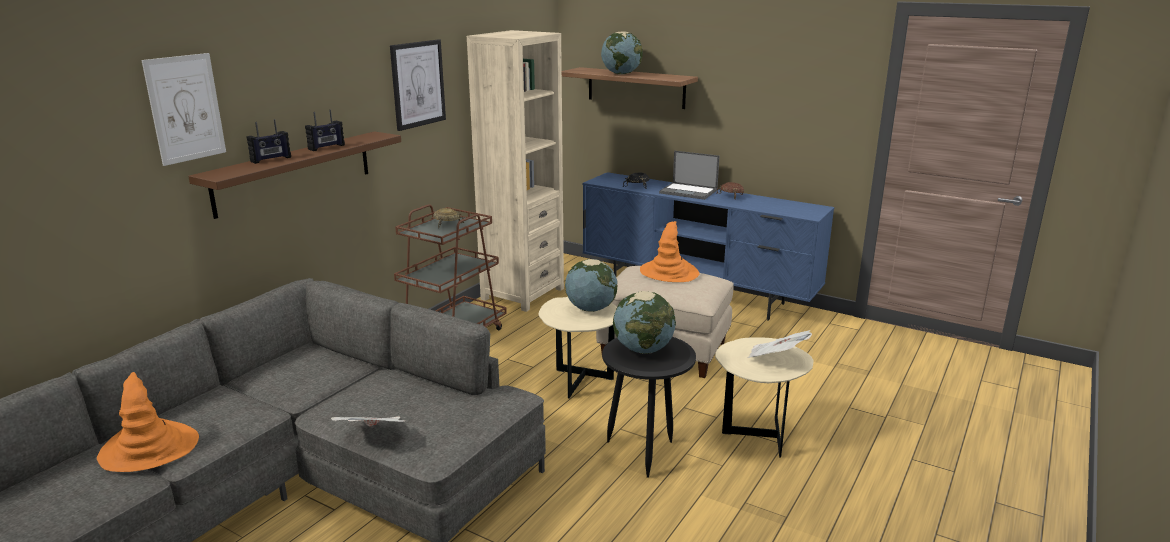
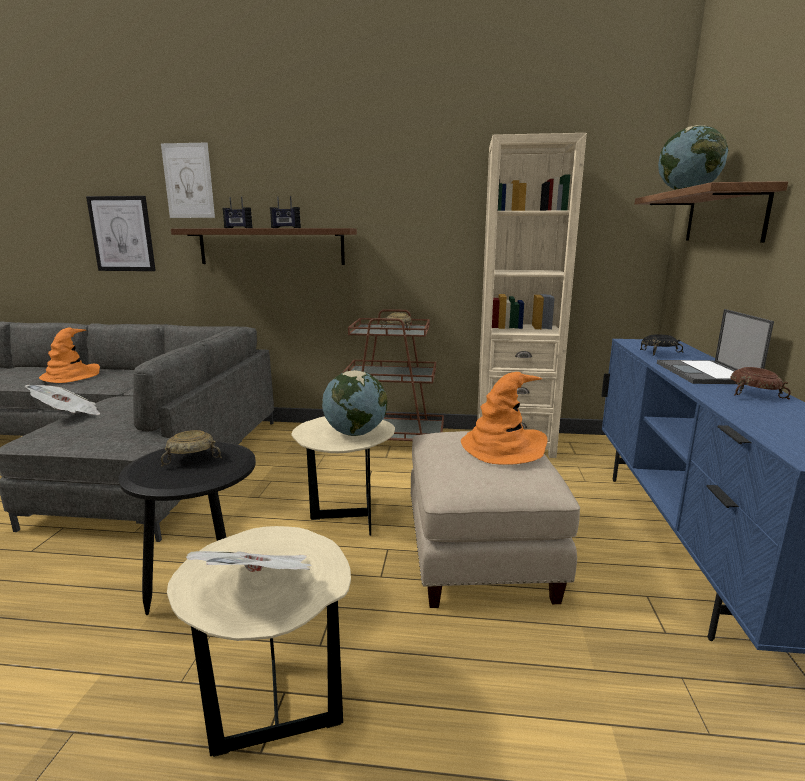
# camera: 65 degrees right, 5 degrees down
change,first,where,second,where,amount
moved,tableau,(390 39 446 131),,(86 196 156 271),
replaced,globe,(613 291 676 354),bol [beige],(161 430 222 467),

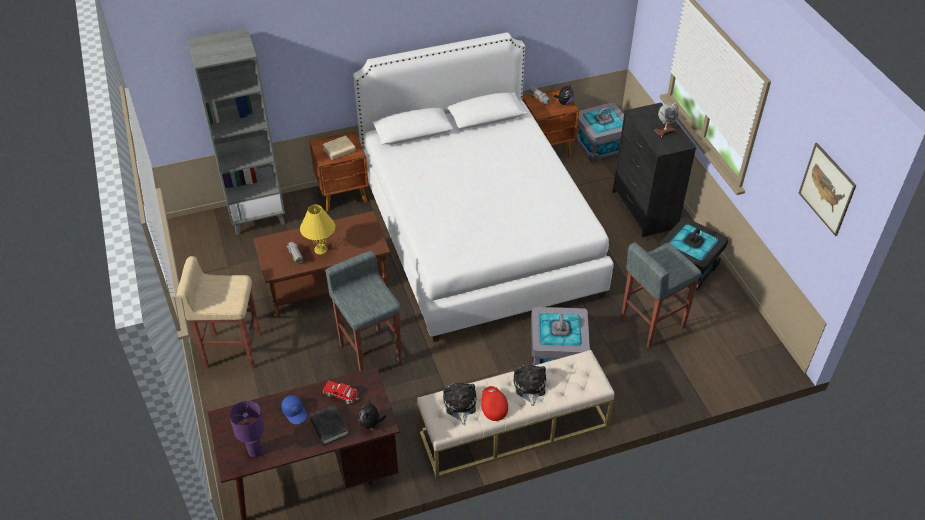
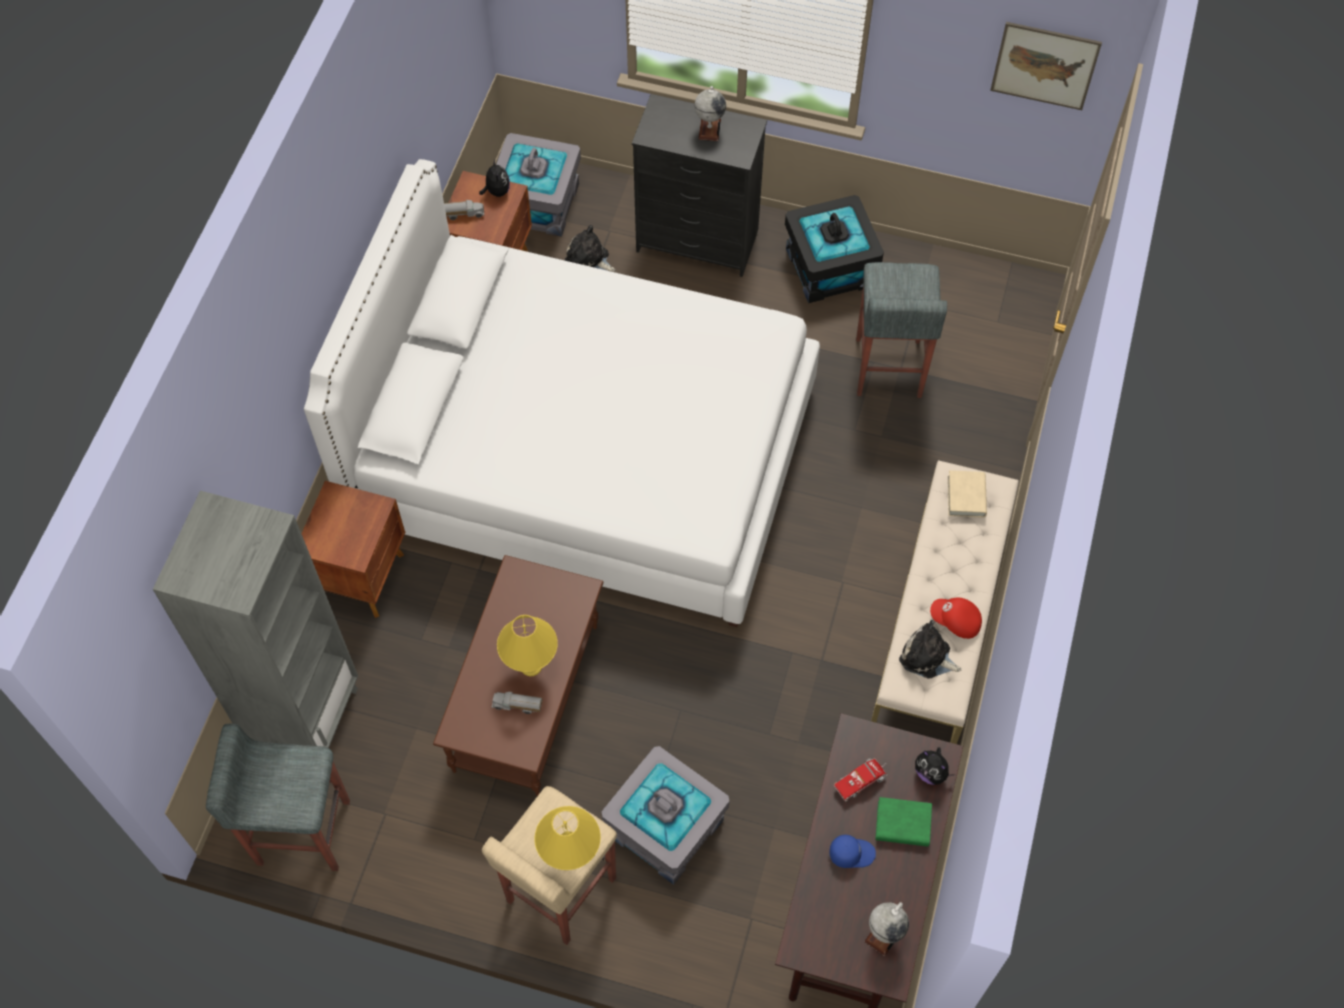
# camera: 55 degrees left, 15 degrees up
change,first,where,second,where,amount
added,,,lampe de table [jaune],(535 806 601 870),
moved,livre [beige],(323 135 356 160),,(948 470 987 518),
moved,tabouret [gris],(325 251 401 371),,(206 724 350 871),
moved,peluche,(514 364 546 406),,(565 225 615 272),
moved,boîte de rangement [gris],(531 307 590 365),,(602 746 729 885),
replaced,lampe de table [violet],(229 401 265 457),globe,(864 902 909 956),
recoloured,livre [noir],(309 404 349 445),livre [vert],(875 797 932 847),

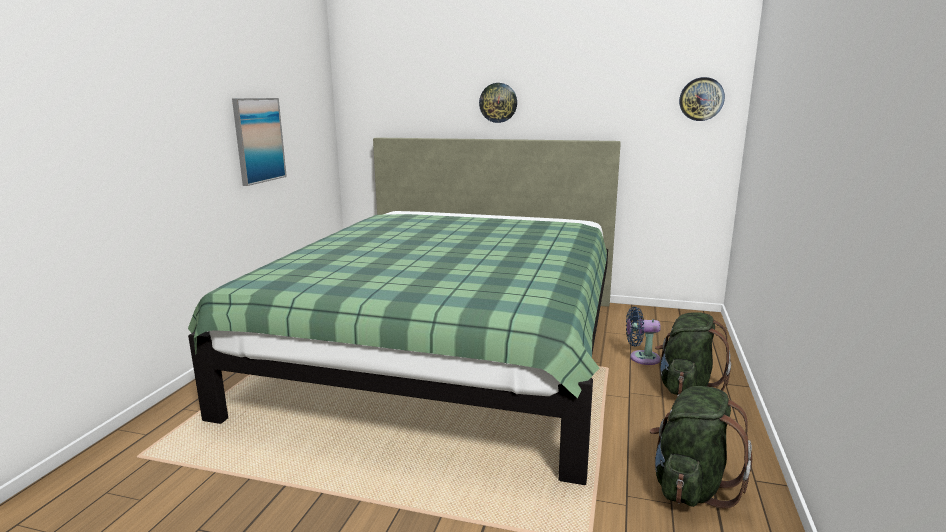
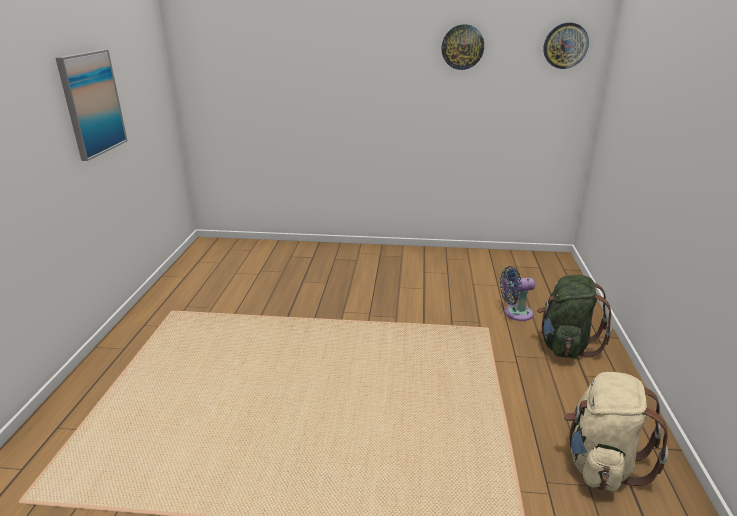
# camera: 10 degrees left, 10 degrees up
change,first,where,second,where,amount
removed,lit [vert],(188 137 621 485),,,
moved,horloge murale,(479 83 517 123),,(441 24 484 70),
recoloured,sac à dos [vert],(650 386 752 509),sac à dos [beige],(564 372 668 491),

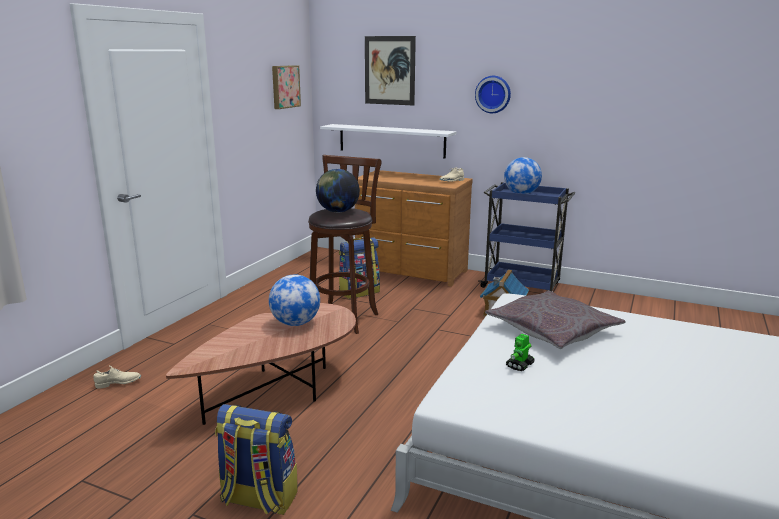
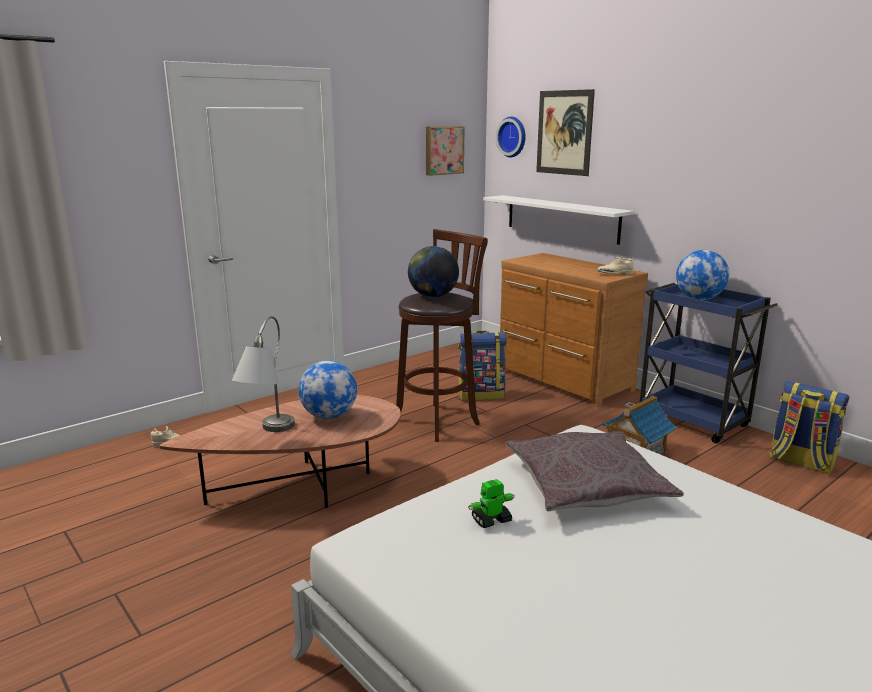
# camera: 25 degrees right, 0 degrees up
change,first,where,second,where,amount
added,,,lampe de table [gris],(232 316 295 432),
moved,sac à dos,(215 404 298 515),,(769 381 849 474),
moved,horloge murale,(475 76 511 113),,(496 117 526 157),

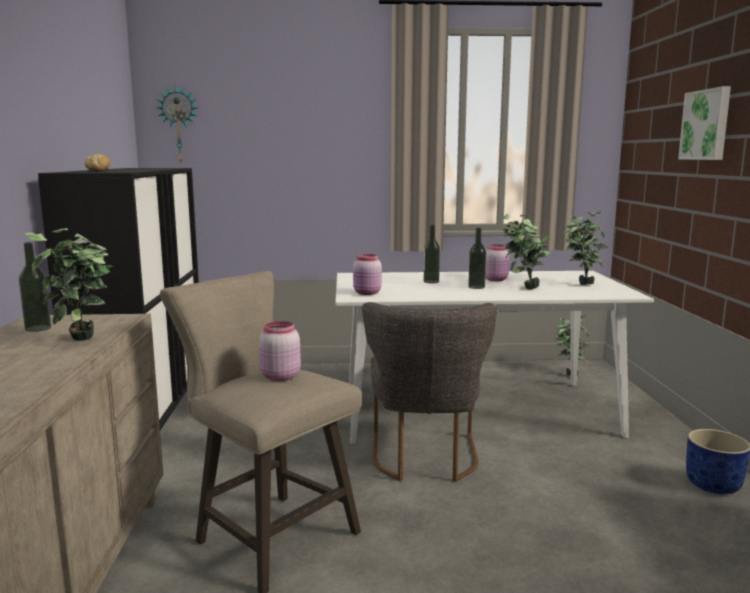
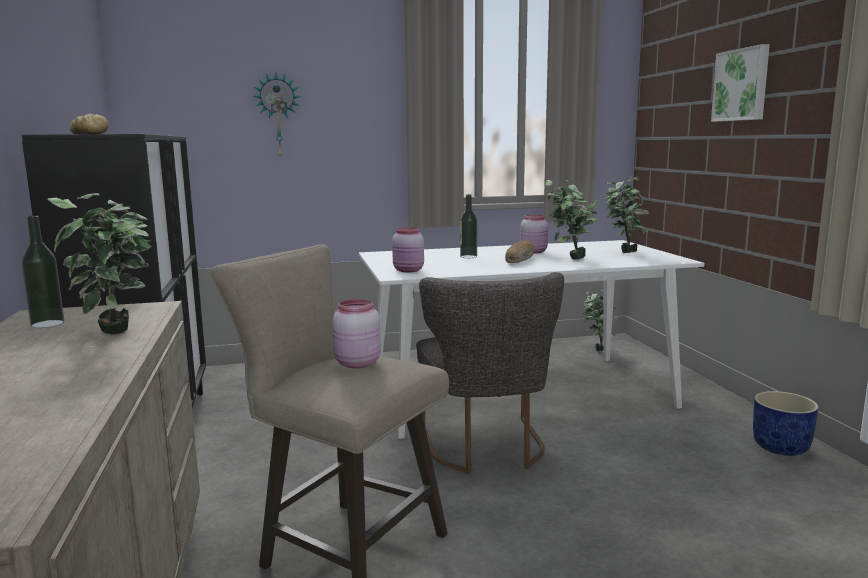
# camera: 10 degrees left, 0 degrees up
change,first,where,second,where,amount
moved,horloge murale,(156 86 198 163),,(253 73 301 159),
replaced,bouteille,(468 228 486 289),pain,(505 240 534 263),

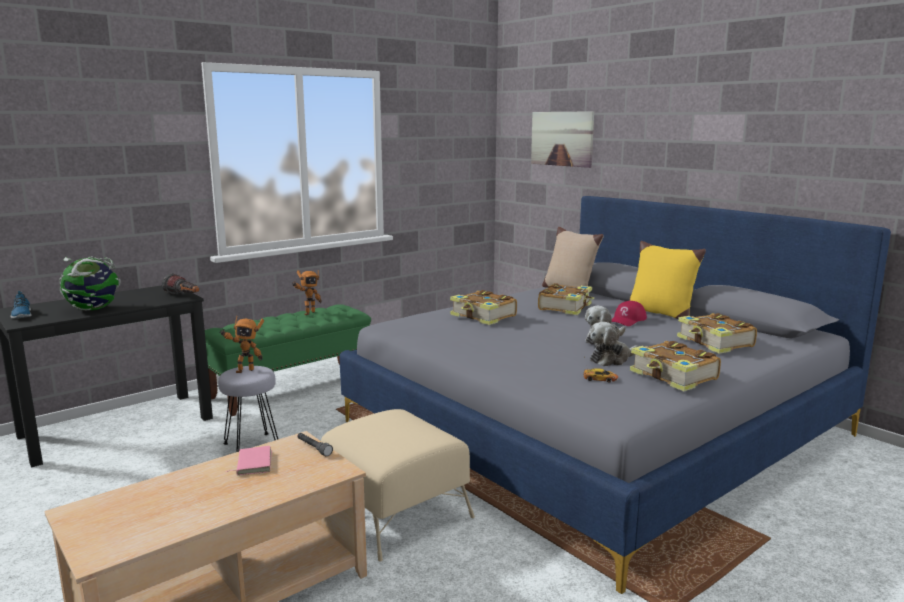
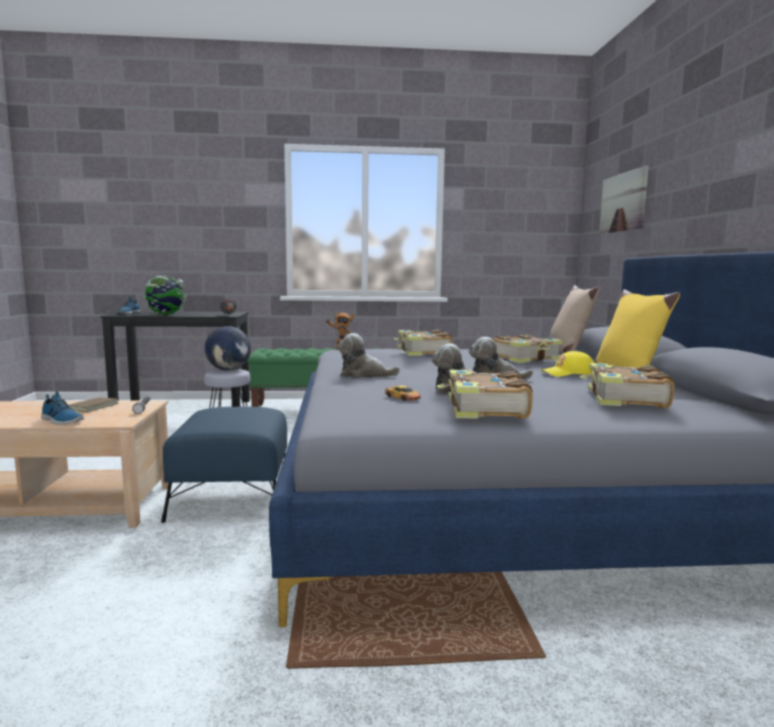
# camera: 35 degrees right, 5 degrees down
change,first,where,second,where,amount
added,,,chaussure,(41 391 84 425),
added,,,peluche,(338 333 400 378),
replaced,robot jouet,(219 316 264 373),globe,(205 326 251 371),
recoloured,livre [rose],(226 446 272 475),livre [marron],(69 397 118 412),
recoloured,pouf [beige],(321 409 475 562),pouf [bleu],(161 407 287 523),
recoloured,casquette [rouge],(612 301 647 326),casquette [jaune],(541 351 594 377),

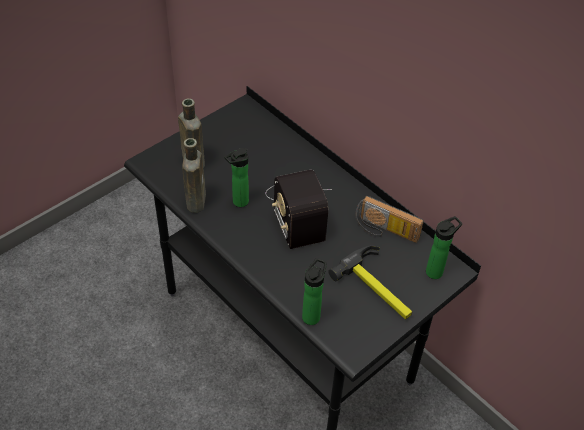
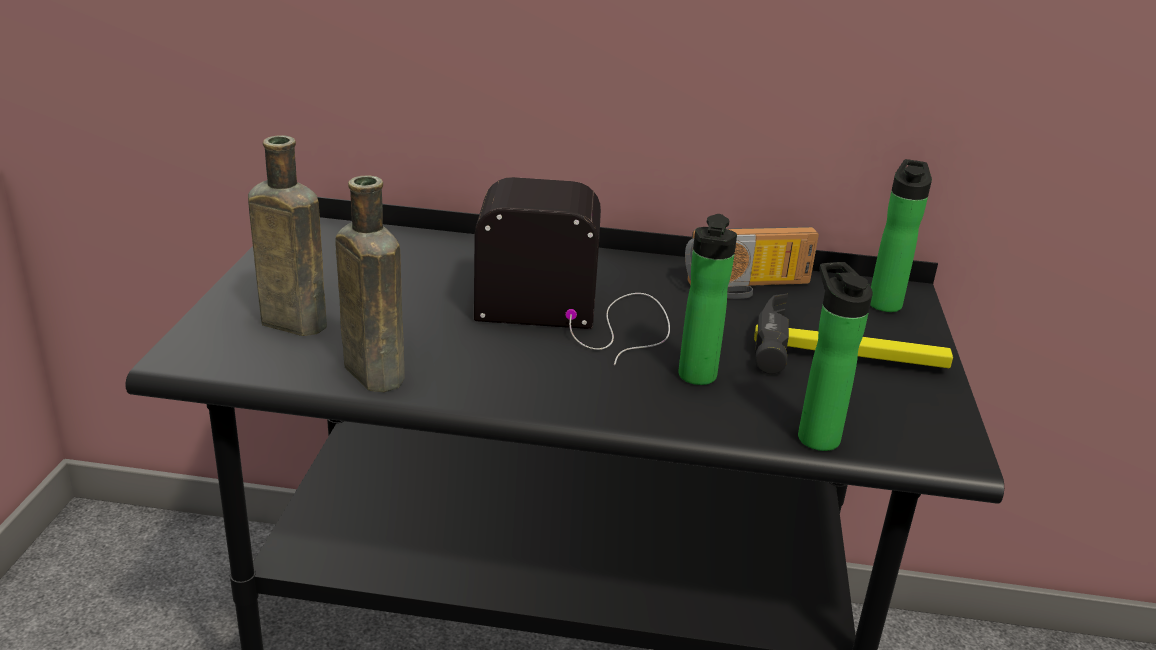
# camera: 40 degrees left, 20 degrees down
change,first,where,second,where,amount
moved,bouteille,(224 148 249 207),,(678 214 737 385),
turned,radio,(265 169 332 249),,(474 177 670 365),150 degrees clockwise

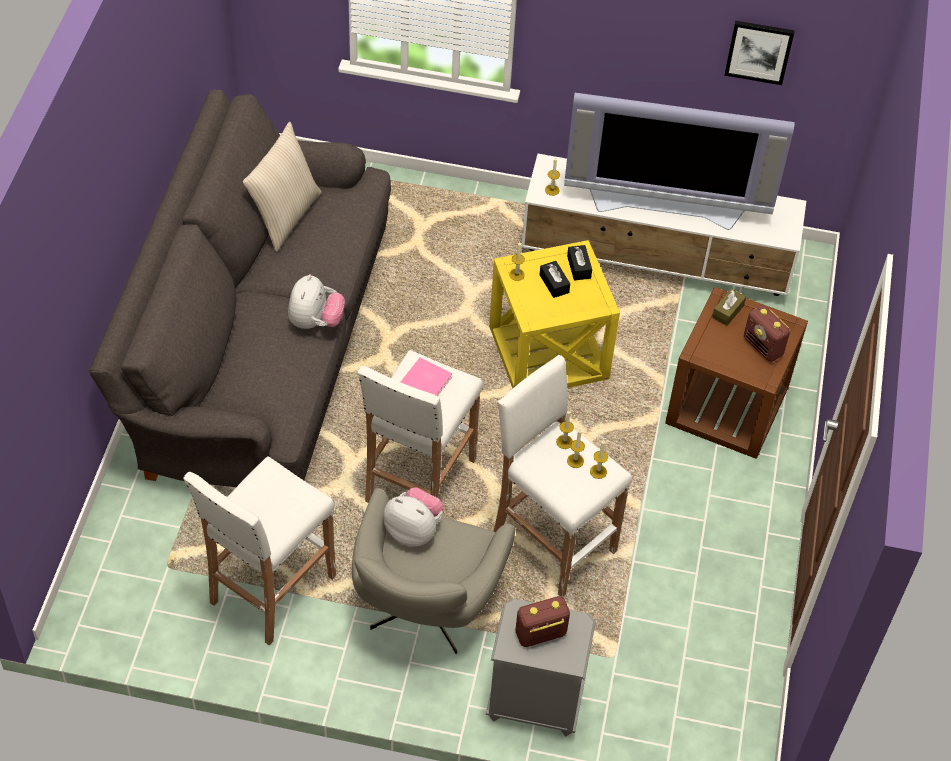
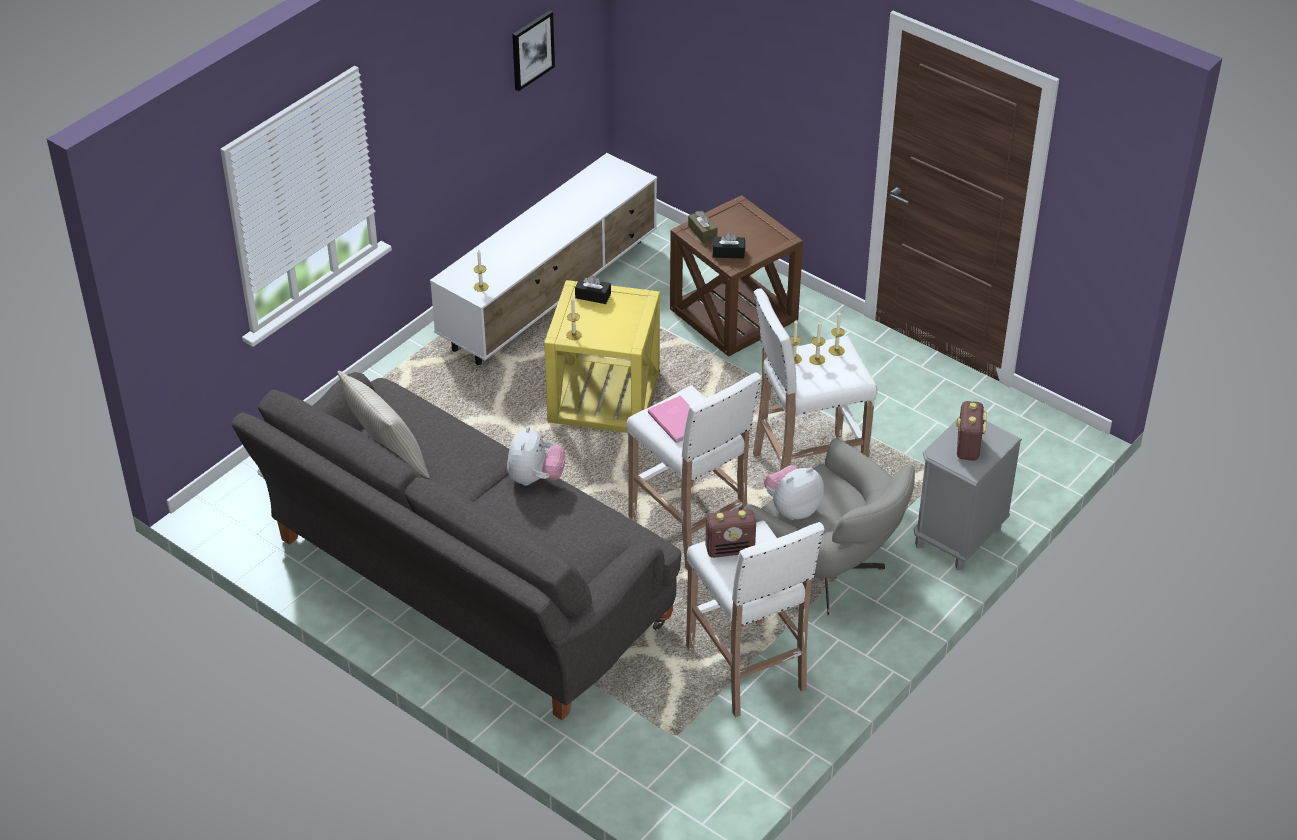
# camera: 60 degrees left, 10 degrees down
change,first,where,second,where,amount
removed,téléviseur,(564 93 795 230),,,
moved,boîte à mouchoirs [noir],(539 261 570 298),,(712 232 745 259),
moved,radio,(744 305 791 362),,(705 509 756 558),
turned,peluche,(288 274 345 329),,(507 426 565 485),60 degrees clockwise

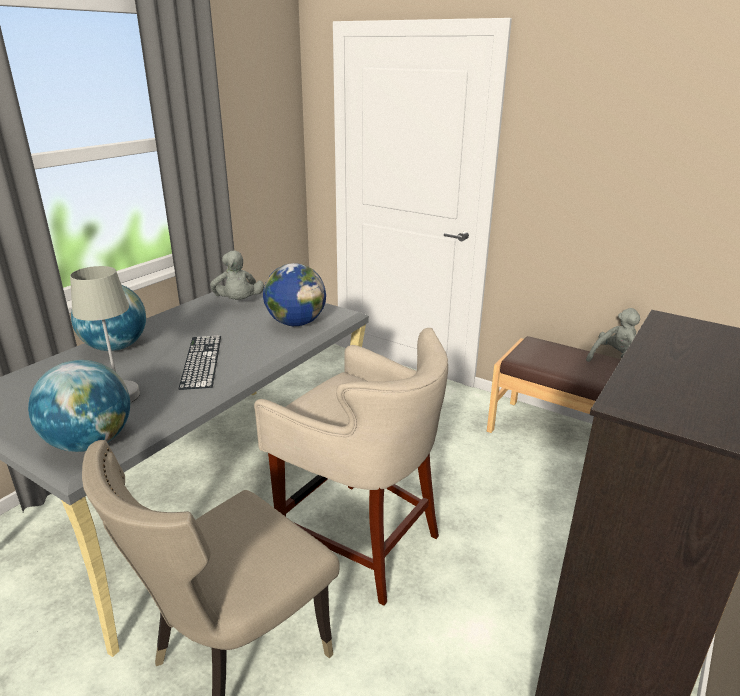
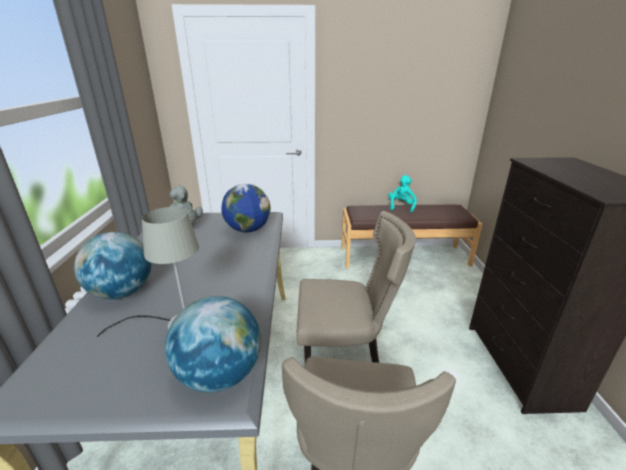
# camera: 35 degrees left, 0 degrees up
change,first,where,second,where,amount
removed,clavier,(178 335 221 390),,,
replaced,tabouret [beige],(254 328 448 606),chaise [beige],(296 211 416 363),
recoloured,peluche [gris],(586 308 640 362),peluche [turquoise],(388 175 417 213),

